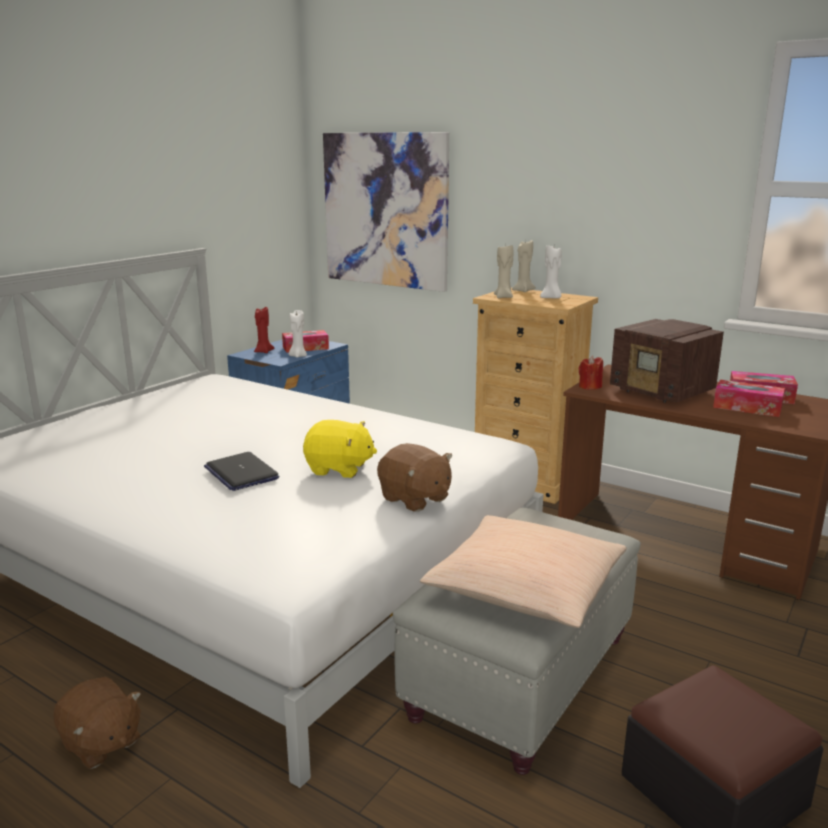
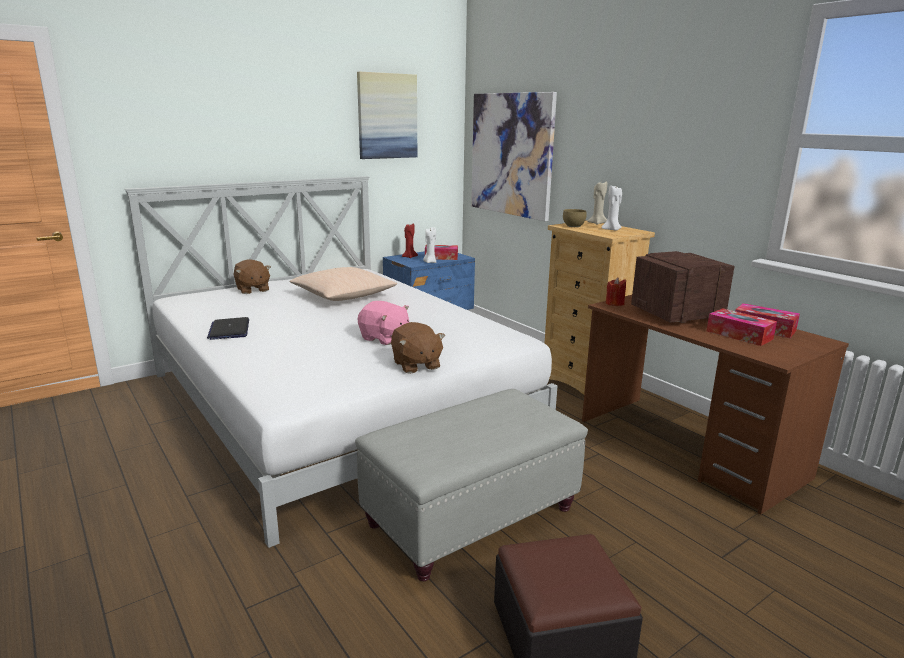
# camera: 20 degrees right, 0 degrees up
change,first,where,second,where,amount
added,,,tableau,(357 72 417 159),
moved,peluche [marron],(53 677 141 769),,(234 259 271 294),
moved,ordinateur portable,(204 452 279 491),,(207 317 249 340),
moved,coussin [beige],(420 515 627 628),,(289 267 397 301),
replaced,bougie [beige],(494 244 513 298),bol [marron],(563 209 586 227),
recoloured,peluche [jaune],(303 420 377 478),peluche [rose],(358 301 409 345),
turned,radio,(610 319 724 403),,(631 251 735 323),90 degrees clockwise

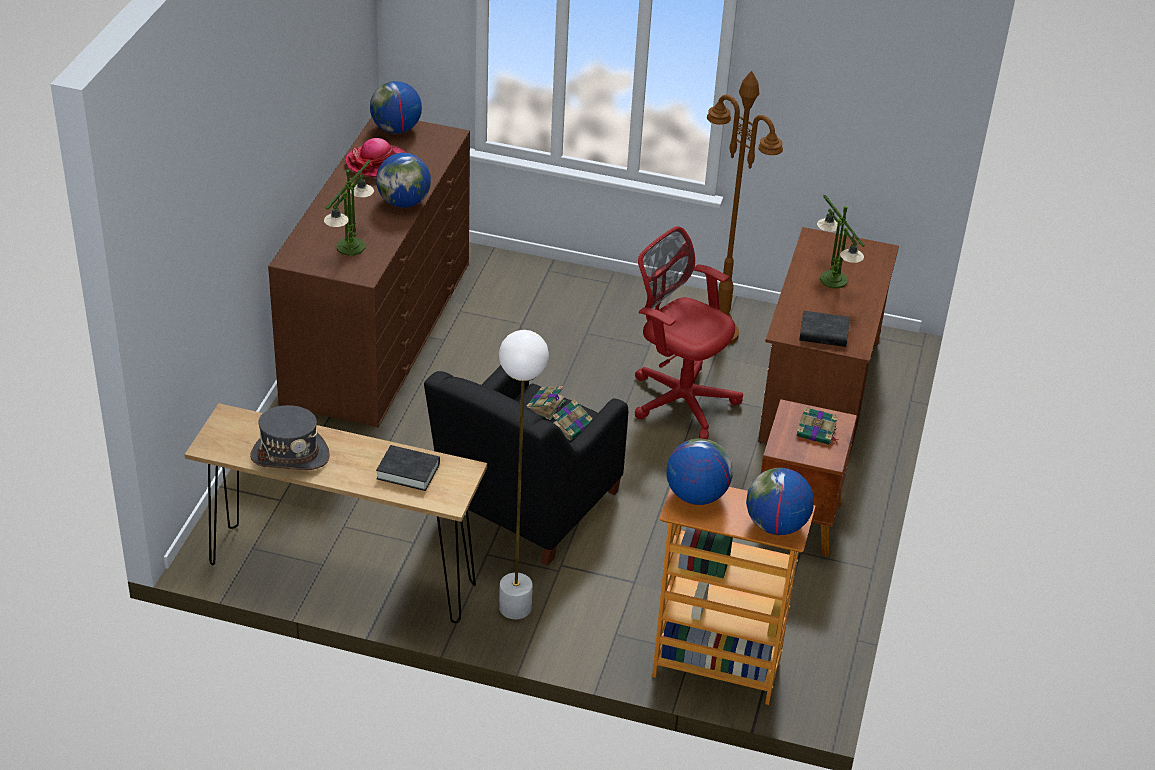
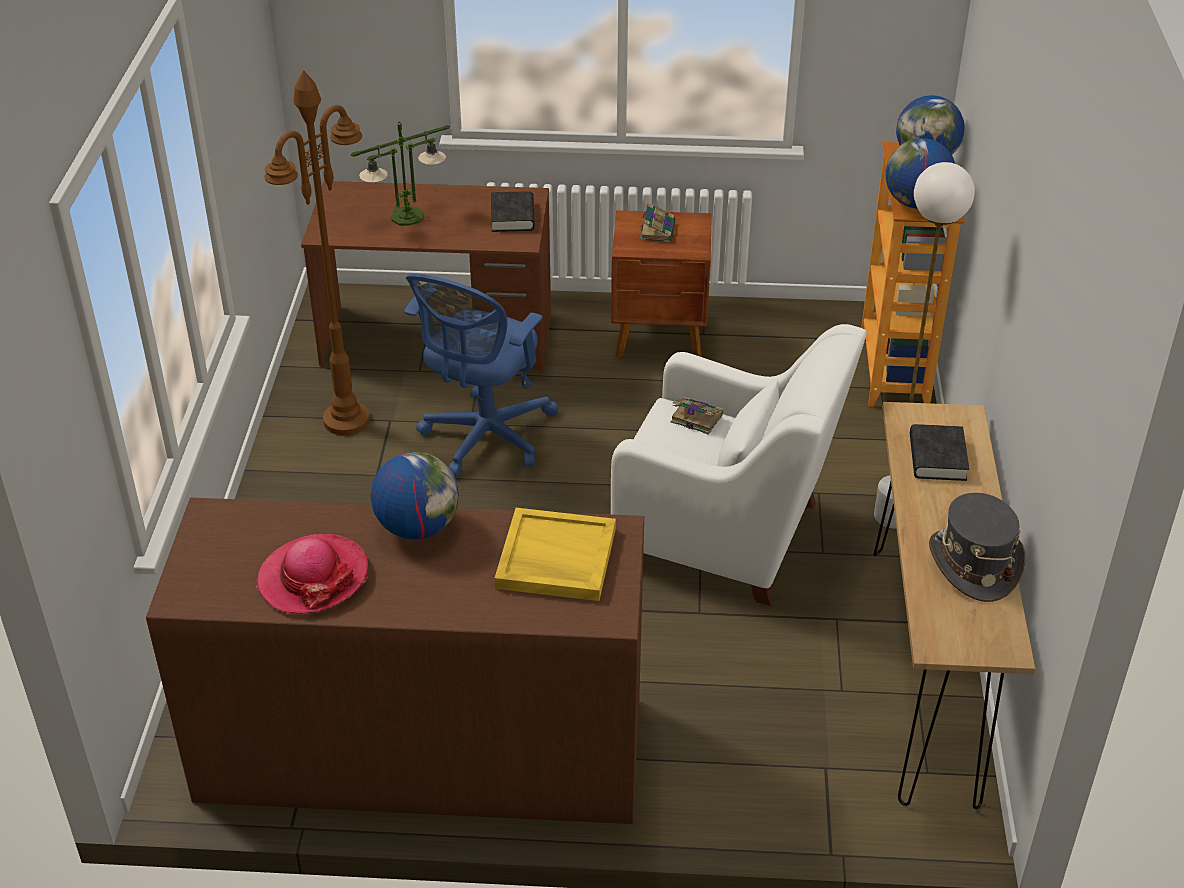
# camera: 100 degrees left, 0 degrees up
change,first,where,second,where,amount
removed,globe,(370 81 422 133),,,
removed,livre,(526 386 566 420),,,
replaced,lampe de table,(324 160 374 256),plateau [jaune],(495 508 616 601),
recoloured,fauteuil [noir],(424 365 628 566),fauteuil [blanc],(611 324 867 606),
recoloured,chaise de bureau [rouge],(635 226 743 440),chaise de bureau [bleu],(404 274 558 477),

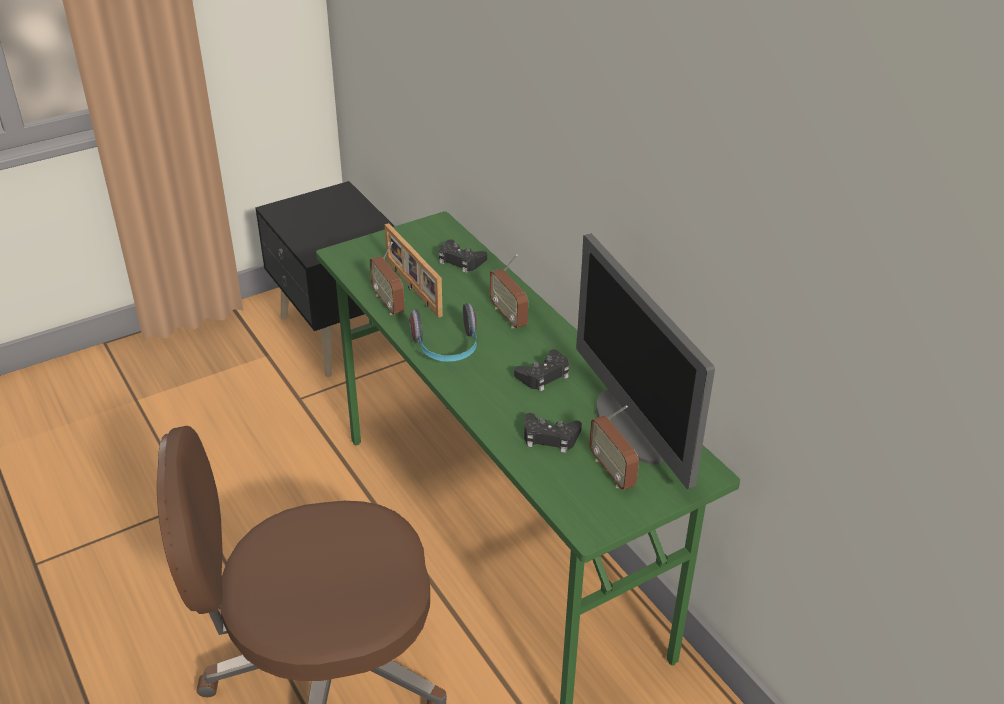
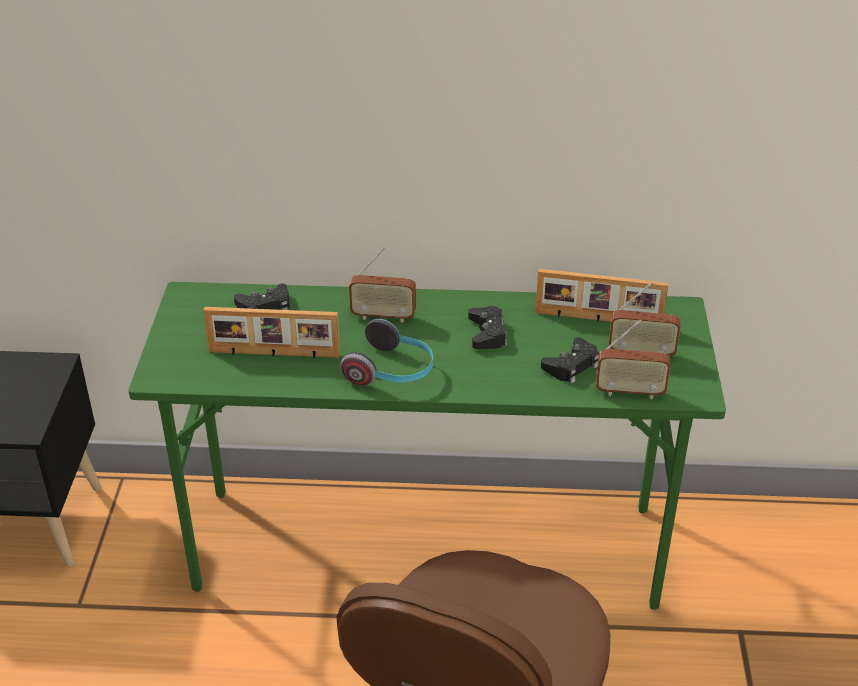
# camera: 55 degrees left, 0 degrees up
change,first,where,second,where,amount
moved,radio,(370 242 405 315),,(596 320 671 399),
replaced,écran d'ordinateur,(576 234 715 489),cadre photo,(535 269 669 322),

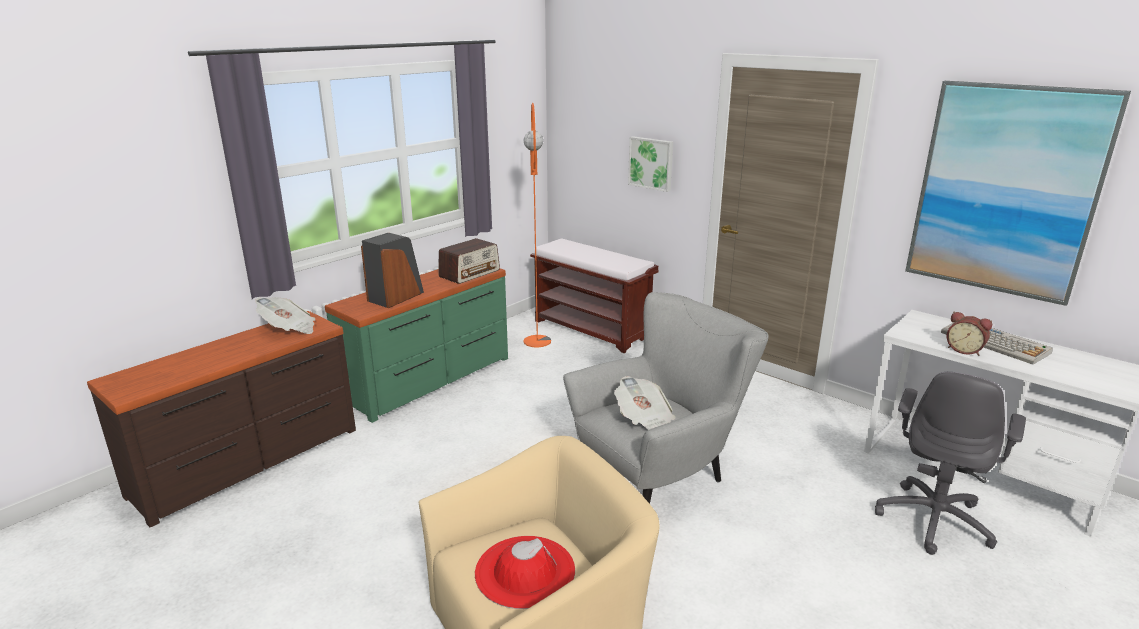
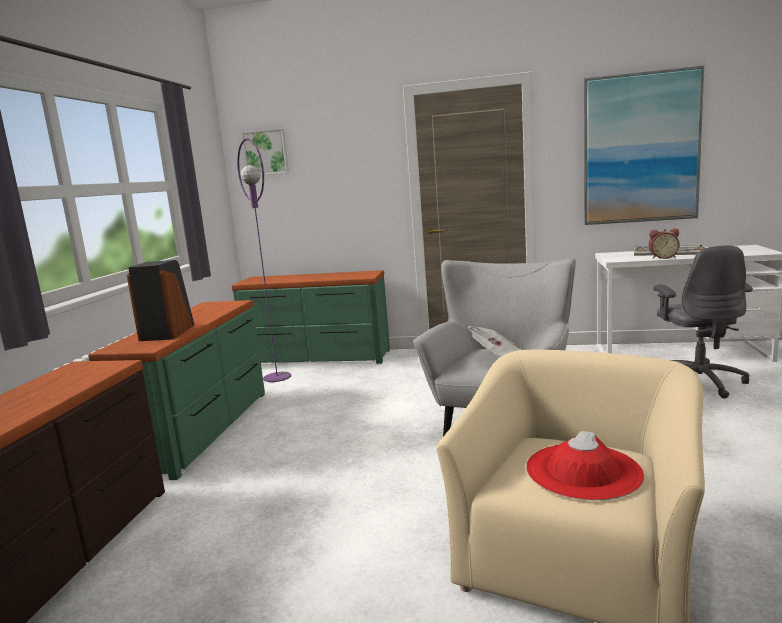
# camera: 30 degrees left, 10 degrees down
change,first,where,second,where,amount
removed,journal,(255 297 315 334),,,
removed,radio,(438 238 500 284),,,
moved,tableau,(628 136 673 192),,(242 129 289 175),
replaced,banc [marron],(530 238 659 353),commode [vert],(232 270 390 364),
recoloured,lampadaire [orange],(523 103 551 348),lampadaire [violet],(237 138 291 382),

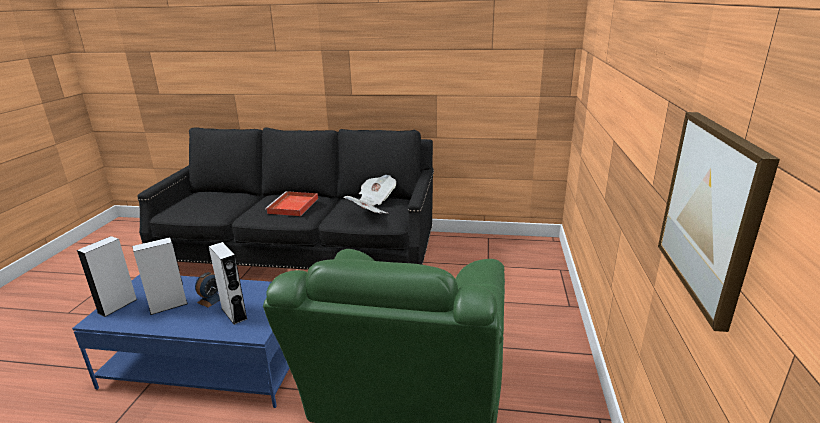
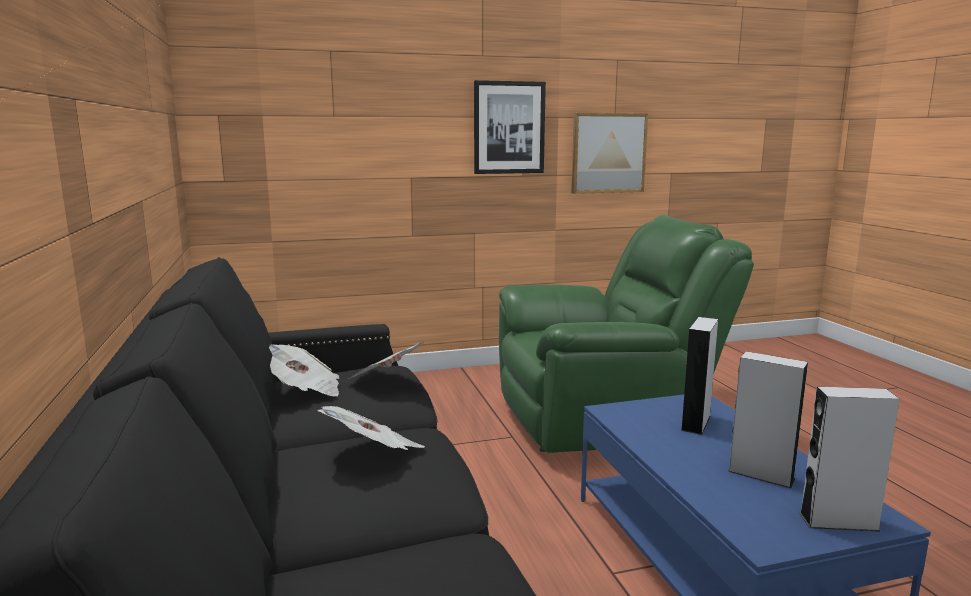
# camera: 115 degrees left, 10 degrees down
change,first,where,second,where,amount
removed,réveil,(195 272 220 307),,,
added,,,tableau,(474 80 546 174),
replaced,plateau [rouge],(265 191 318 216),journal,(317 406 425 450),

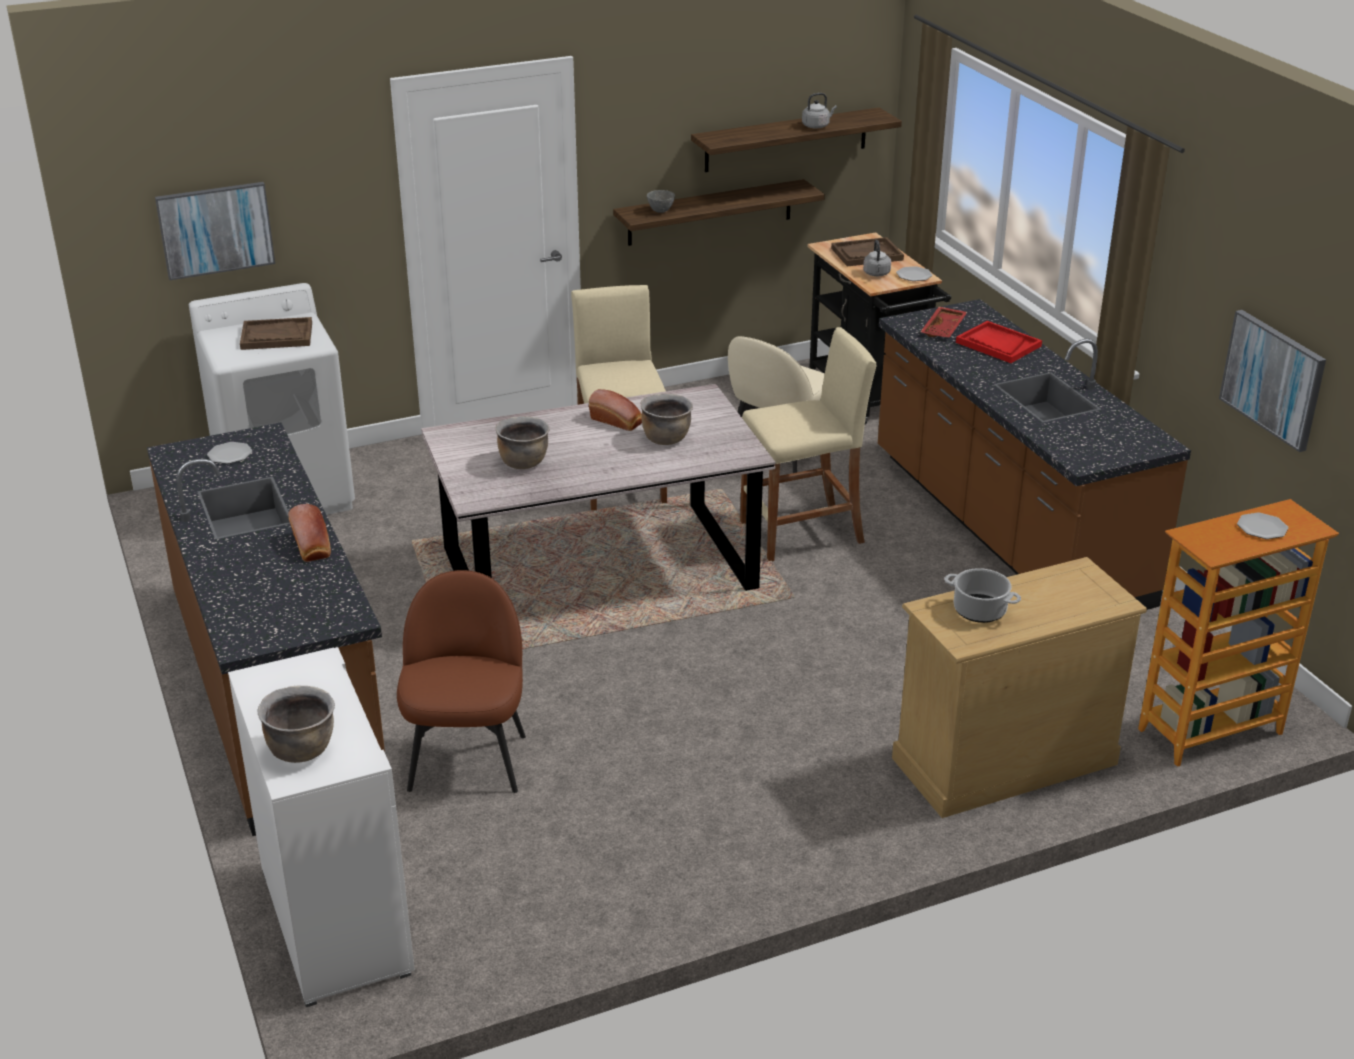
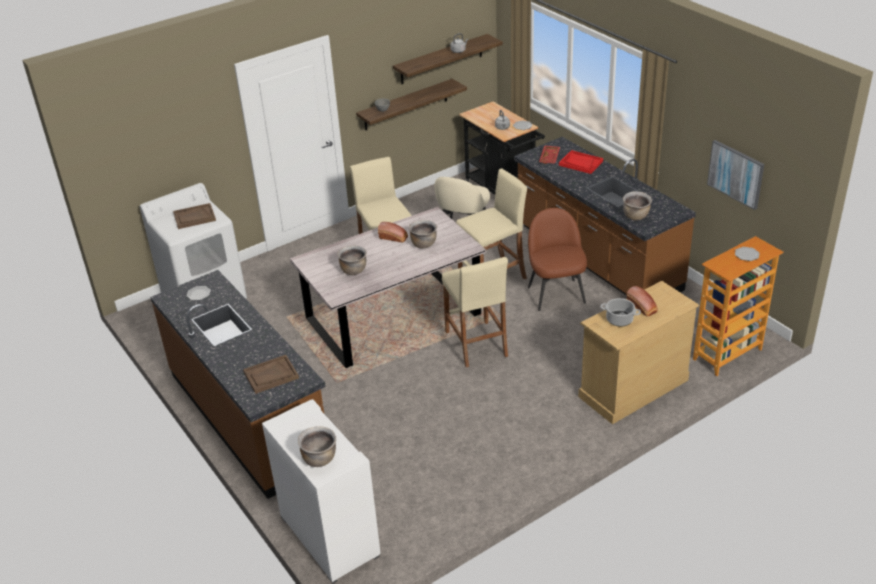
# camera: 10 degrees left, 5 degrees up
change,first,where,second,where,amount
removed,tableau,(155 182 275 280),,,
added,,,tabouret [beige],(442 257 508 368),
added,,,marmite [marron],(623 191 652 221),
moved,pain,(288 504 331 562),,(627 286 658 317),
moved,chaise [marron],(397 570 526 793),,(528 208 587 311),
moved,plateau [marron],(831 237 904 266),,(243 355 299 394),

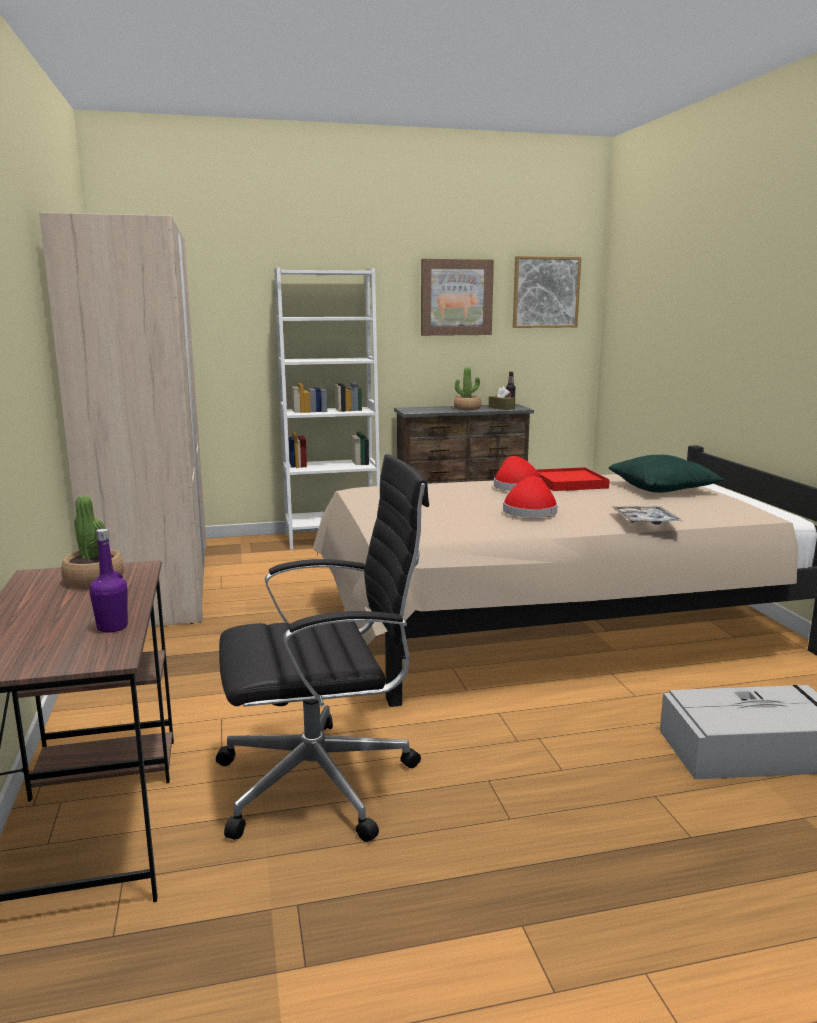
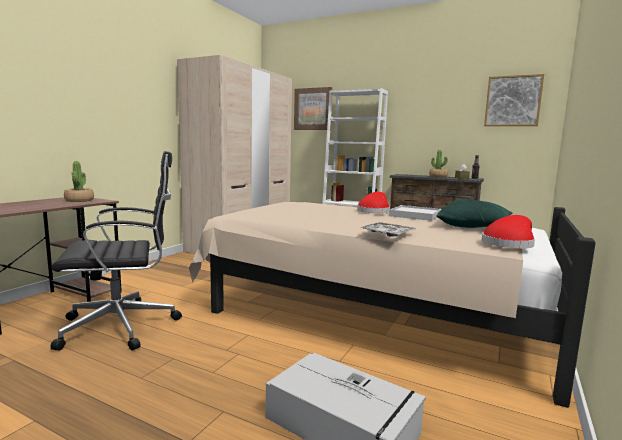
# camera: 40 degrees right, 5 degrees down
change,first,where,second,where,amount
removed,bouteille [violet],(89 529 128 633),,,
moved,tableau,(421 259 494 336),,(294 87 332 130),
moved,chapeau [rouge],(503 476 558 518),,(482 215 535 249),
recoloured,plateau [rouge],(536 467 610 491),plateau [blanc],(389 205 441 221),
turned,chaise de bureau [noir],(216 454 429 842),,(50 151 182 351),45 degrees counterclockwise

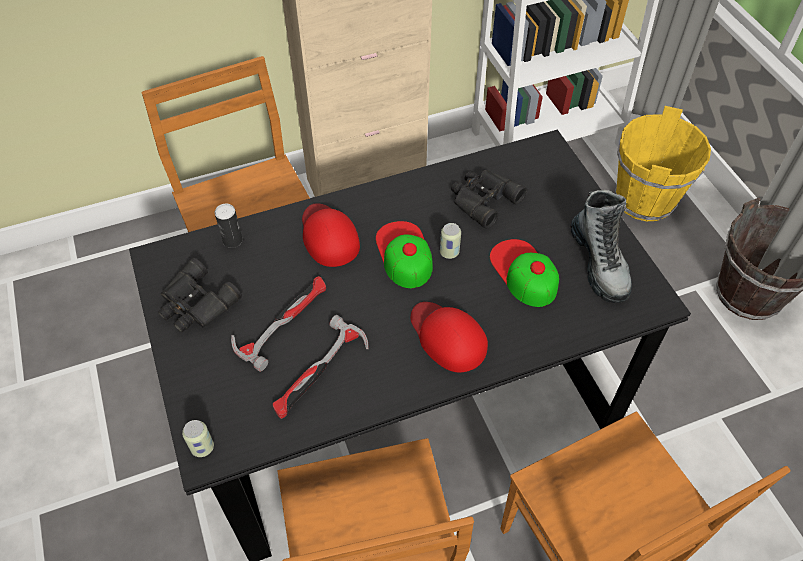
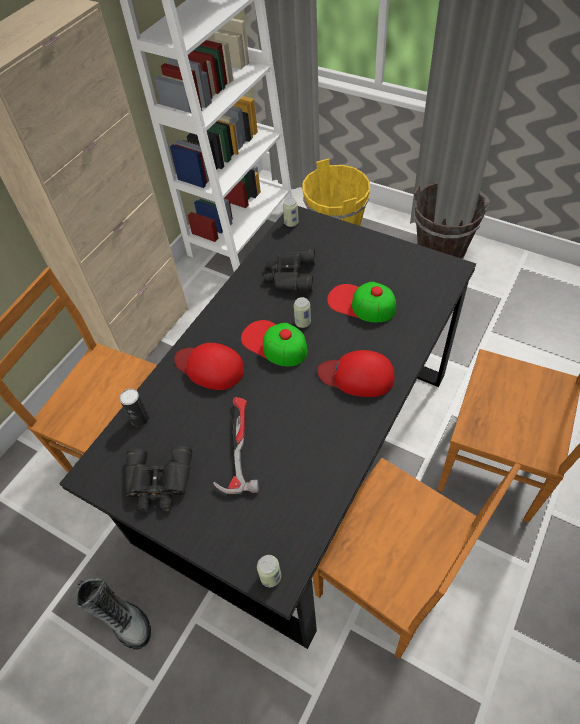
# camera: 35 degrees left, 0 degrees up
change,first,where,second,where,amount
removed,marteau,(273 315 369 419),,,
added,,,boîte métallique,(283 198 299 227),
moved,botte,(570 190 632 303),,(76 578 151 649),

